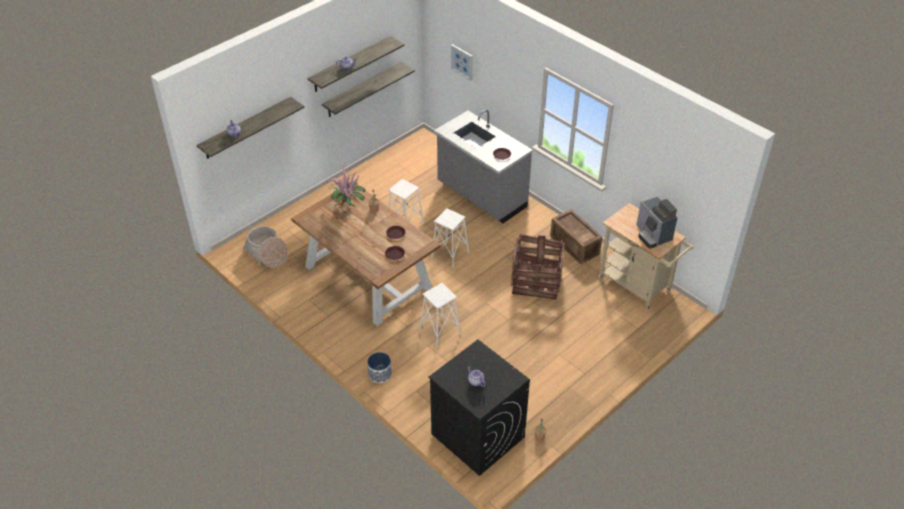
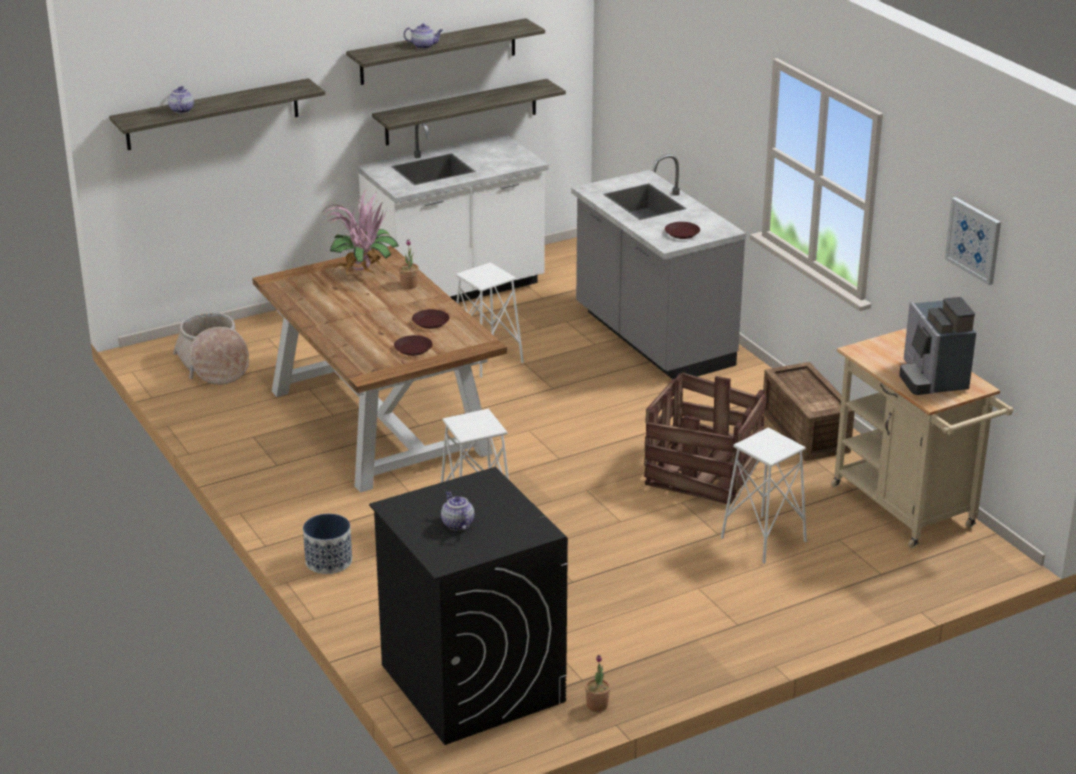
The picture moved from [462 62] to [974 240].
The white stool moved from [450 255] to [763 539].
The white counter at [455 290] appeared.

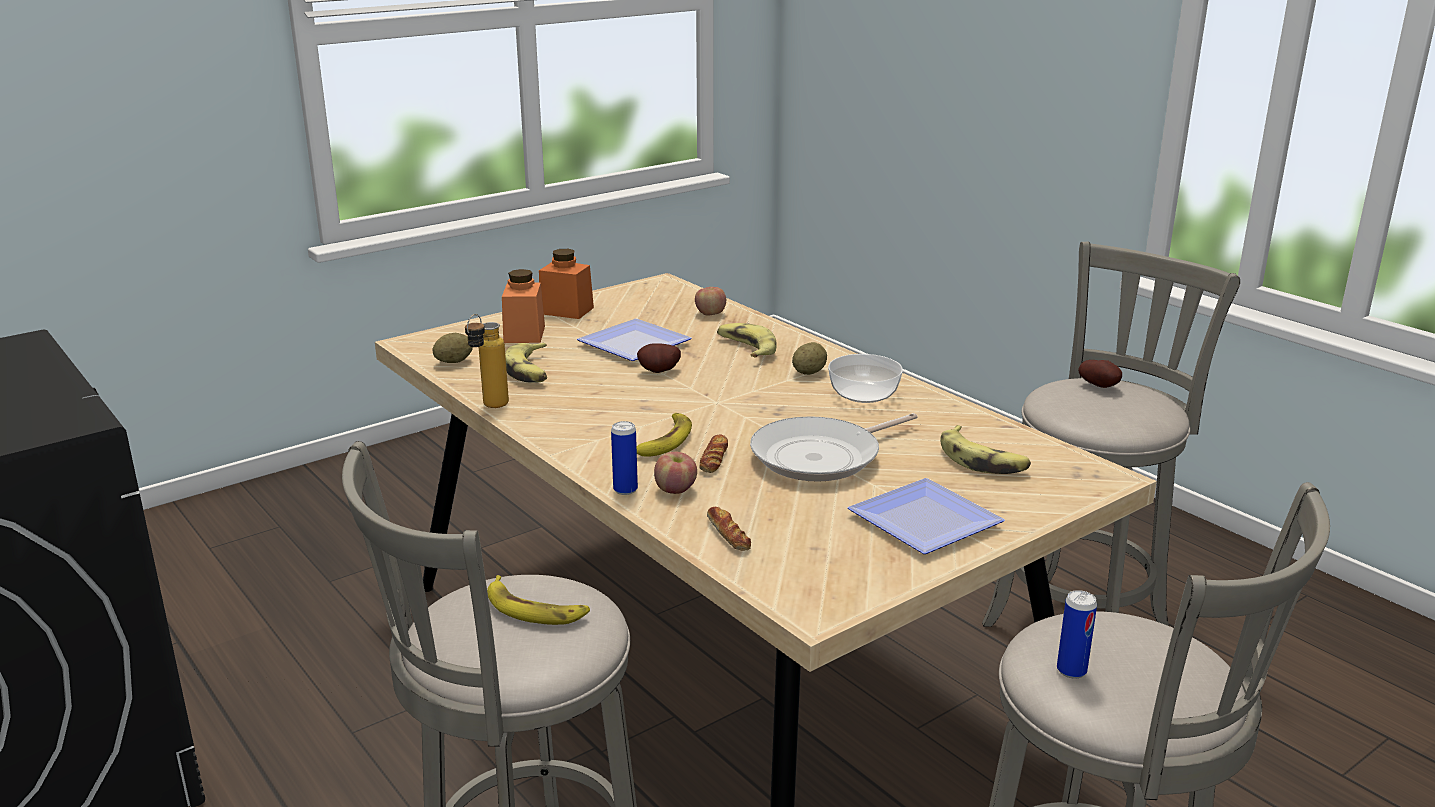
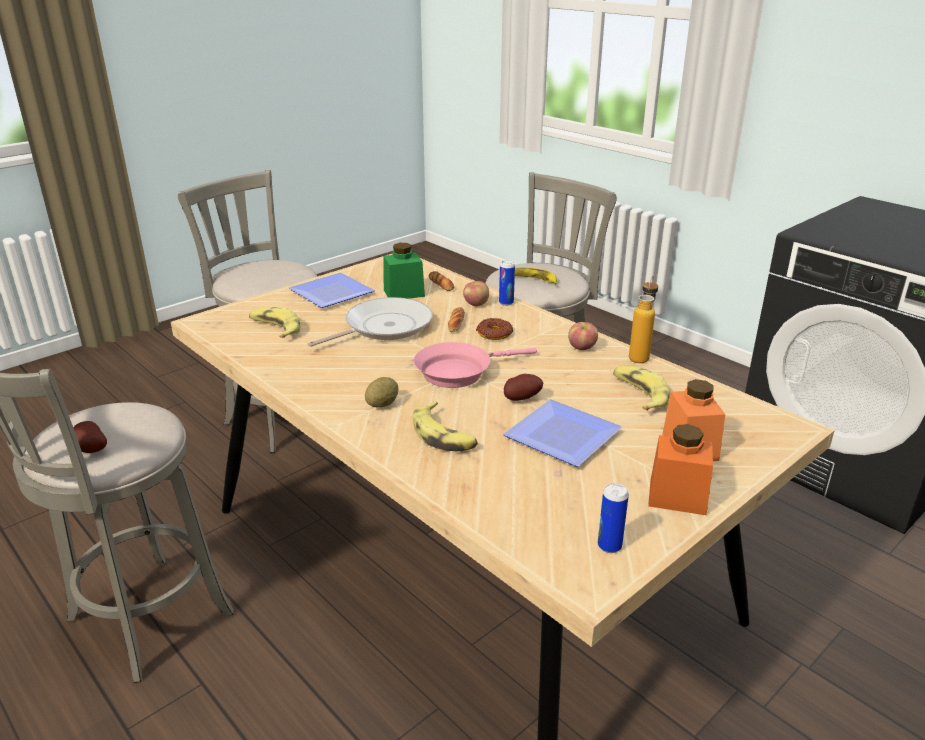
The apple moved from [710 314] to [582 347].
The potato at [454 362] disappeared.
The bowl at [865 394] disappeared.
The banana at [663 441] was replaced by the donut at [494 334].
The can moved from [1071 671] to [609 546].
The green jar at [404 293] appeared.
The pink frying pan at [459 372] appeared.

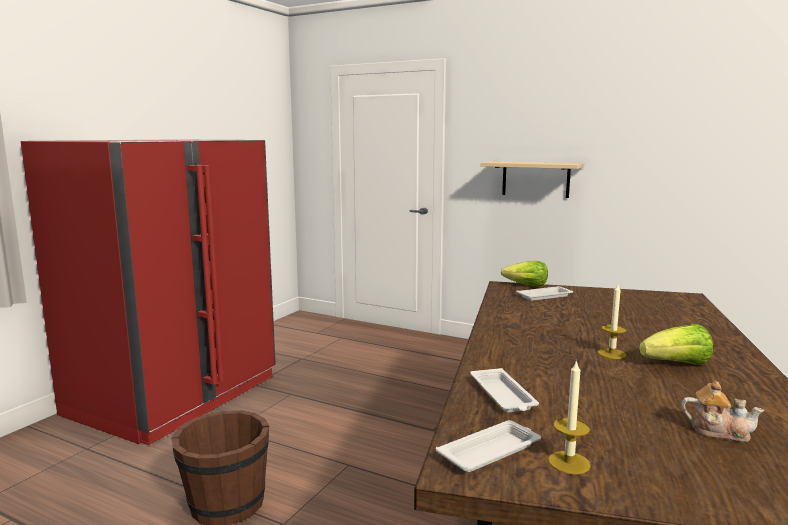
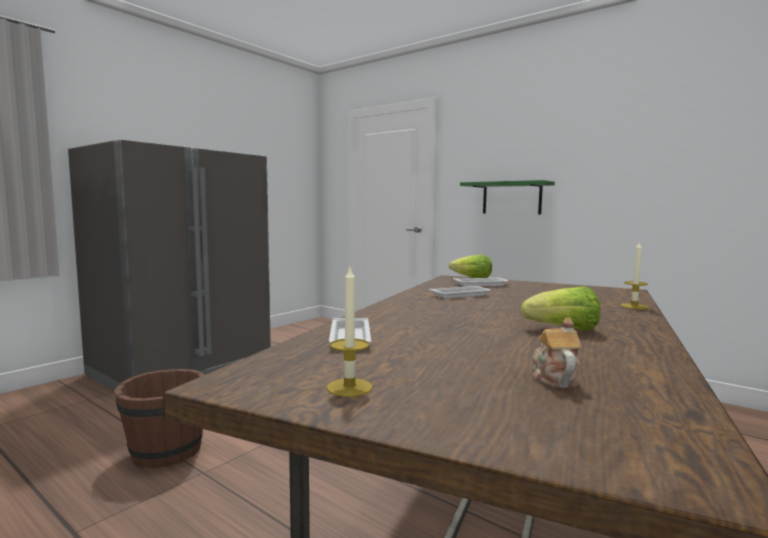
The red fridge at [175 396] became the grey fridge at [183 368].
The beige shelf at [535 179] became the green shelf at [511 198].
The candle moved from [611 354] to [634 306].
The teapot at [718 431] turned 120 degrees counterclockwise.
The white tray moved from [491 451] to [461 295].

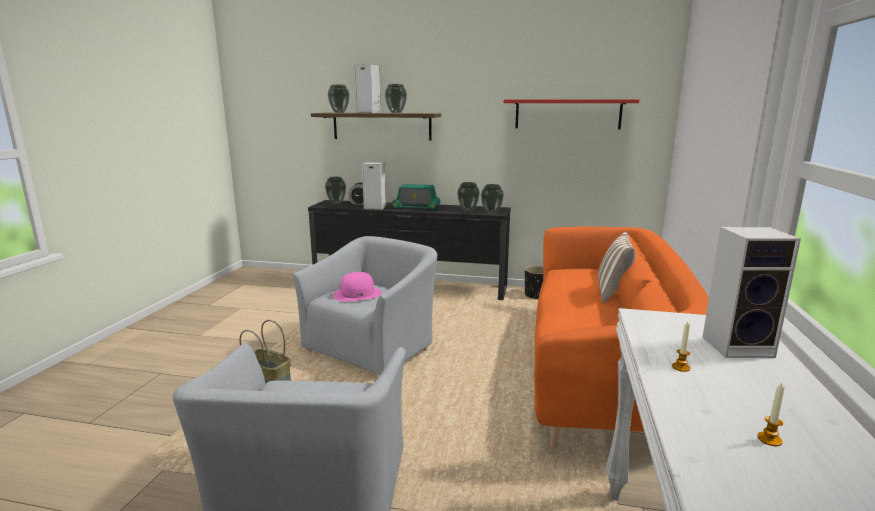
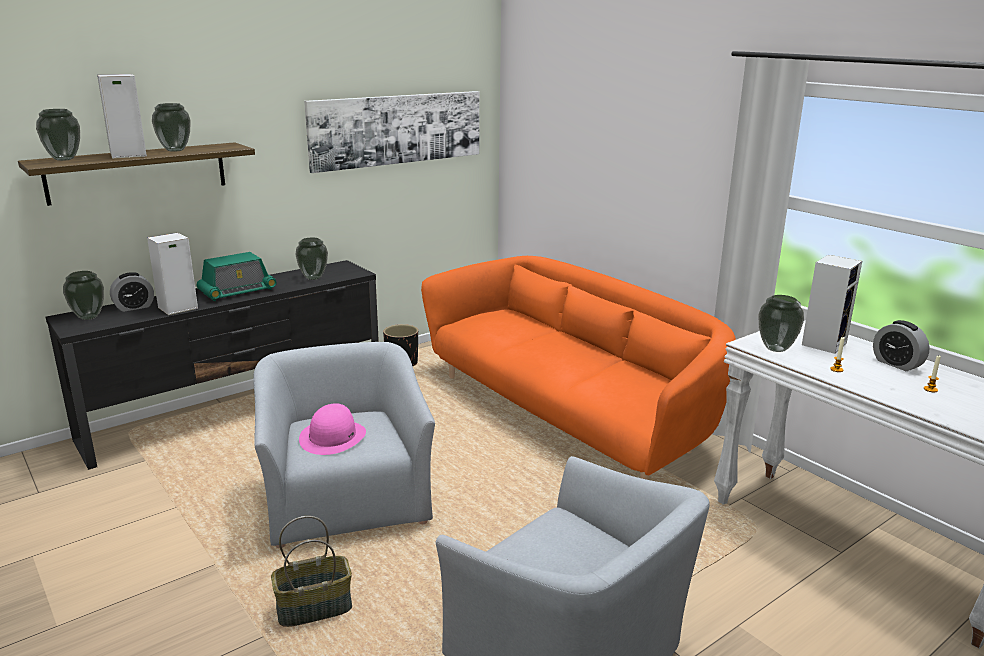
The red shelf at [567 114] was replaced by the picture at [397 129].
The vase moved from [491 213] to [775 349].
The pillow at [613 293] disappeared.
The alarm clock at [896 364] appeared.

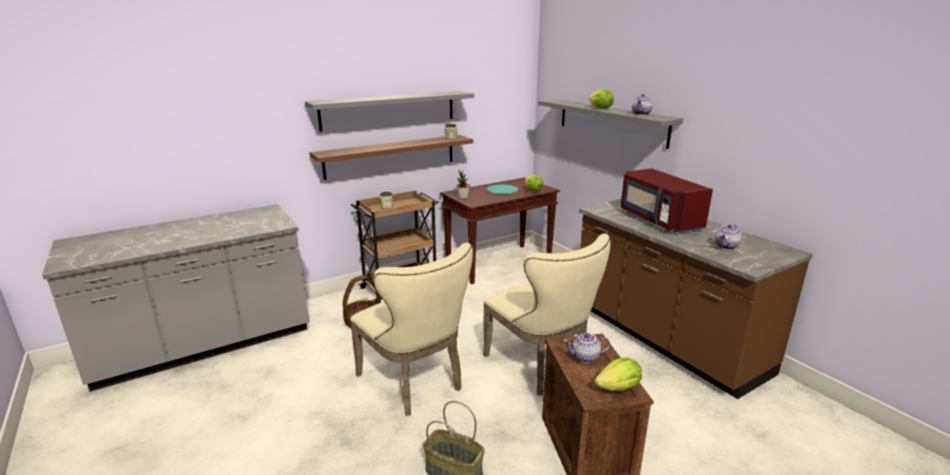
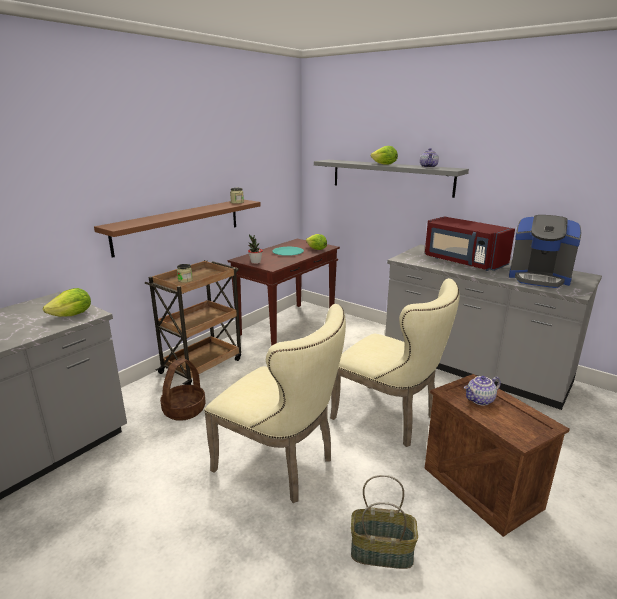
The grey shelf at [389 110] disappeared.
The brown counter at [664 339] became the grey counter at [473 369].
The teapot at [726 247] was replaced by the coffee machine at [539 278].
The lettuce moved from [619 388] to [72 315].

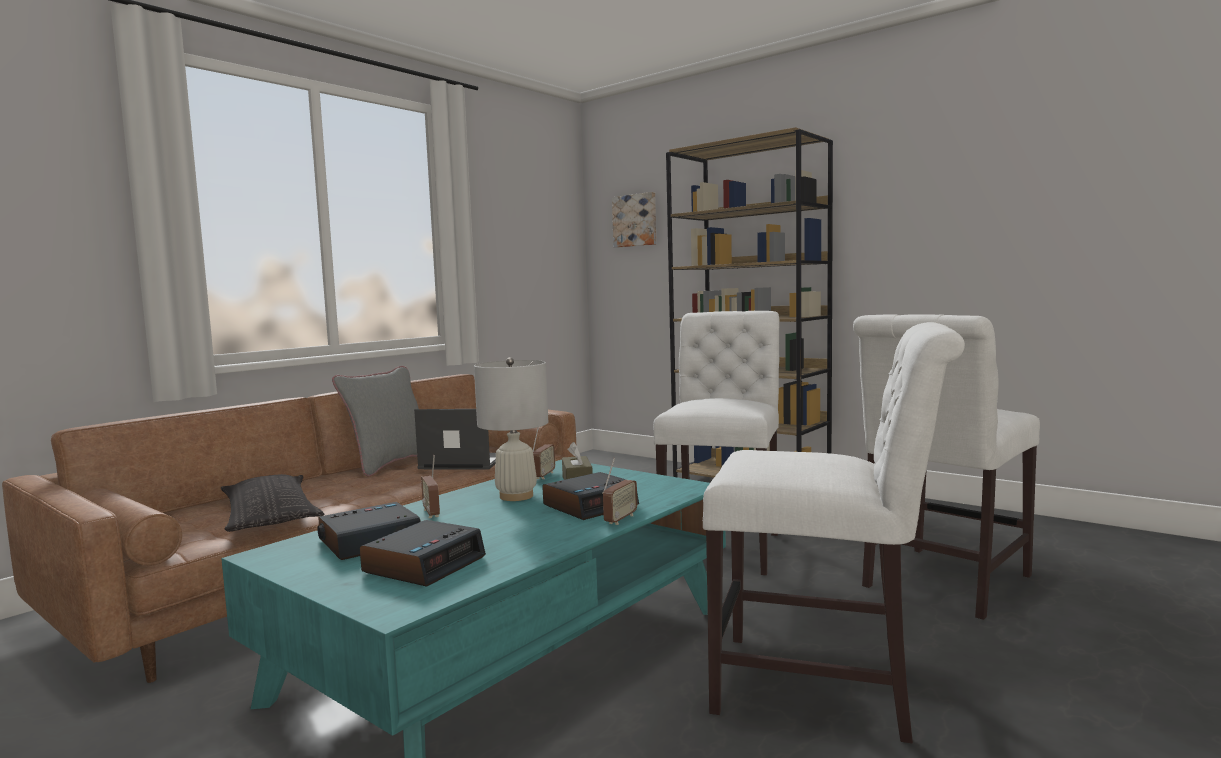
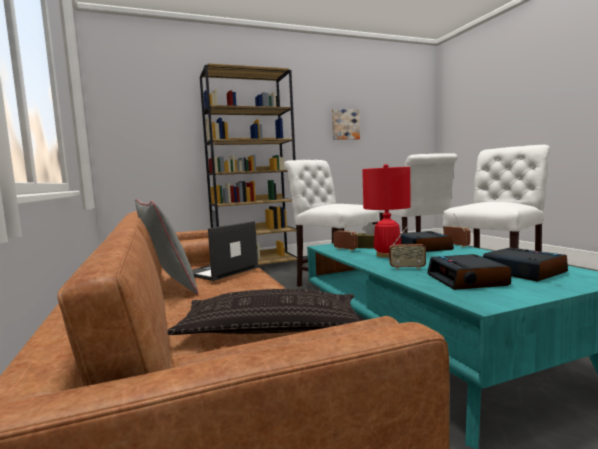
The picture moved from [635 220] to [345 124].
The white table lamp at [516 496] became the red table lamp at [387 255].

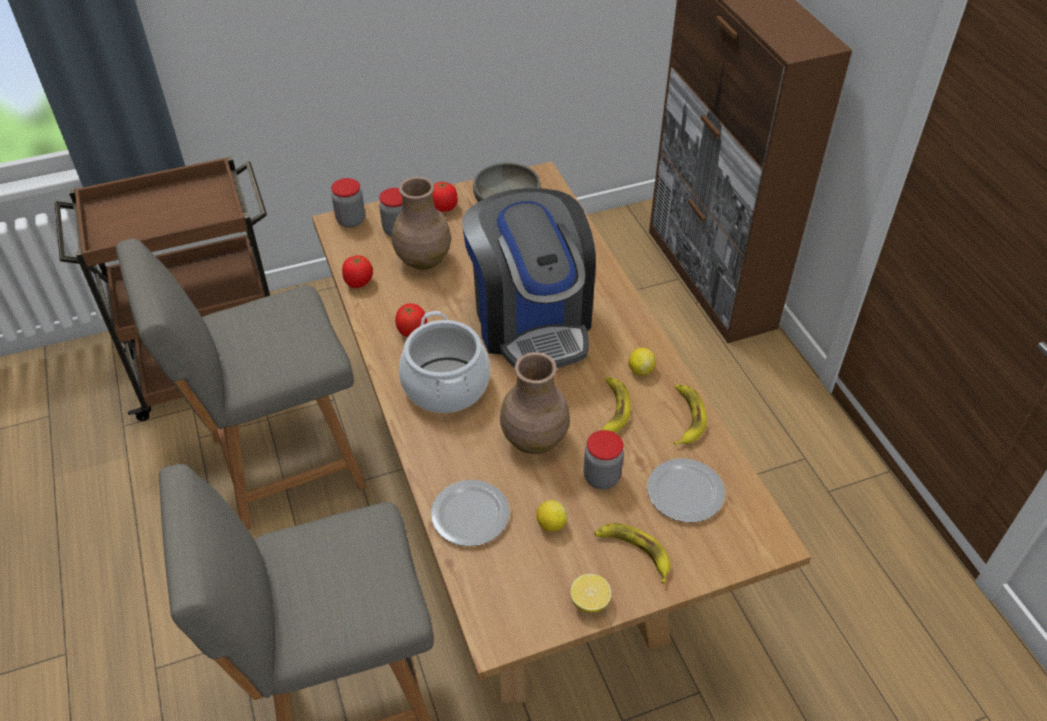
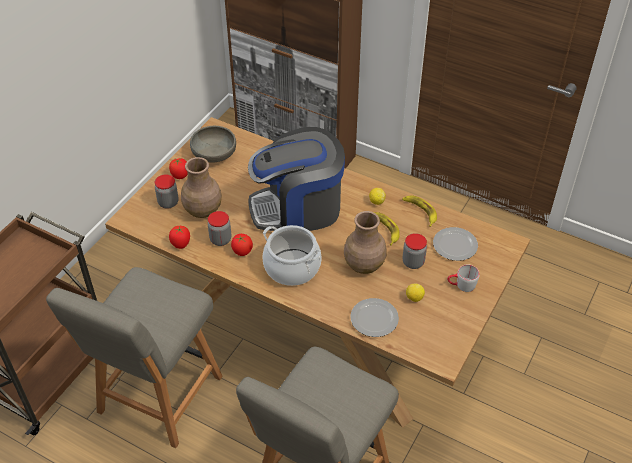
The jar moved from [351 220] to [220 240].
The coffee machine at [531 321] turned 135 degrees clockwise.
The banana at [634 552] was replaced by the grey mug at [461 285].
The lemon at [590 601] disappeared.

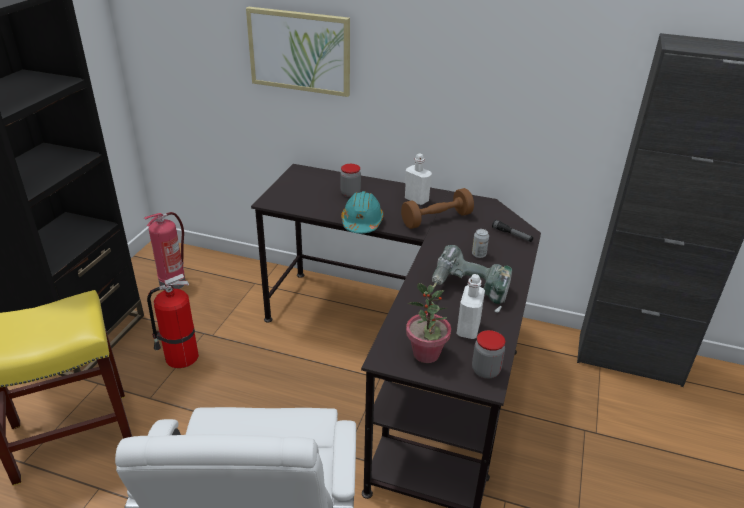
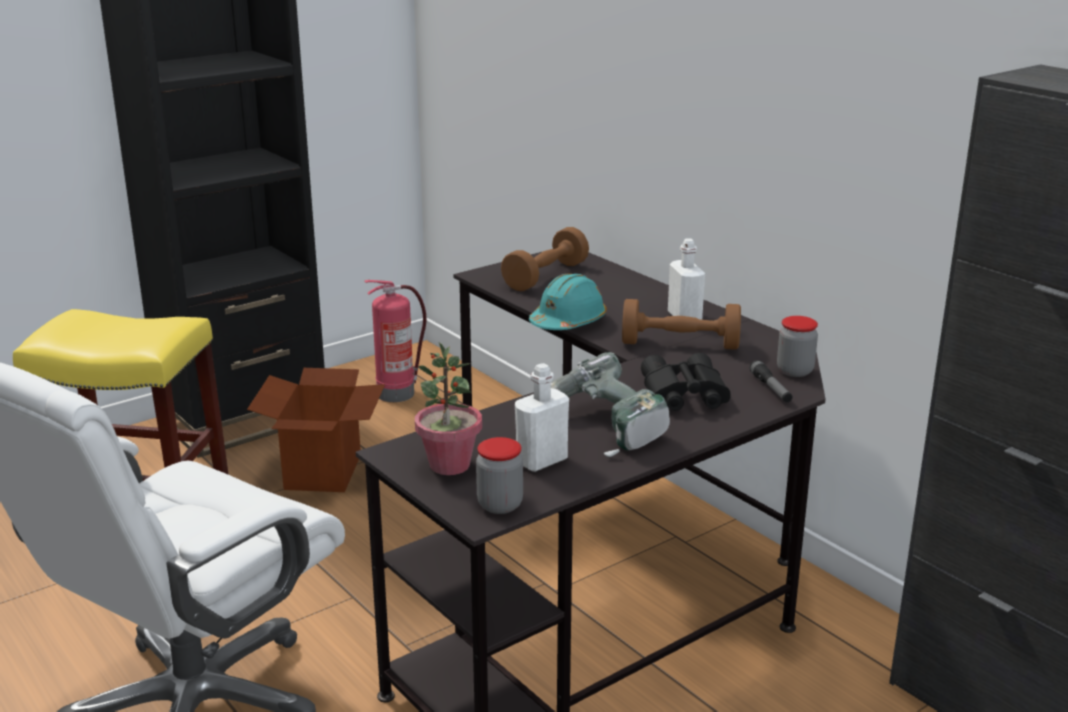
The picture at [299 51] disappeared.
The jar moved from [350 193] to [795 371].
The can at [479 254] was replaced by the black binoculars at [682 395].
The fire extinguisher at [180 357] was replaced by the cardboard box at [323 472].
The brown dumbbell at [545 276] appeared.

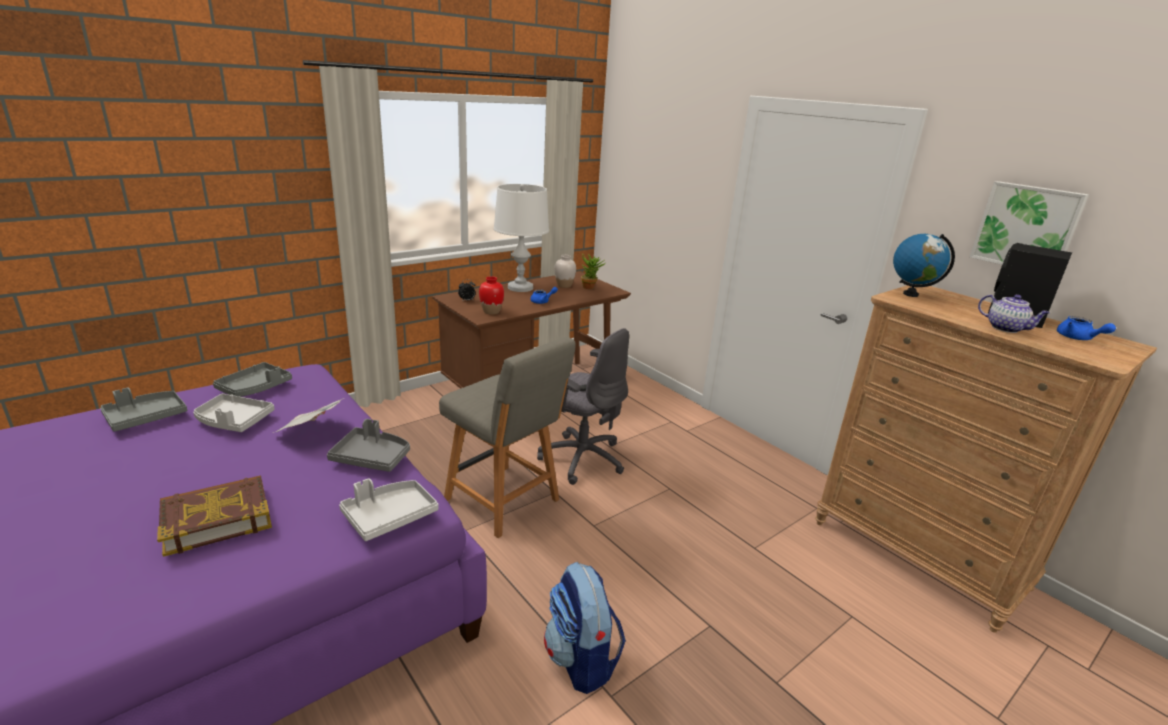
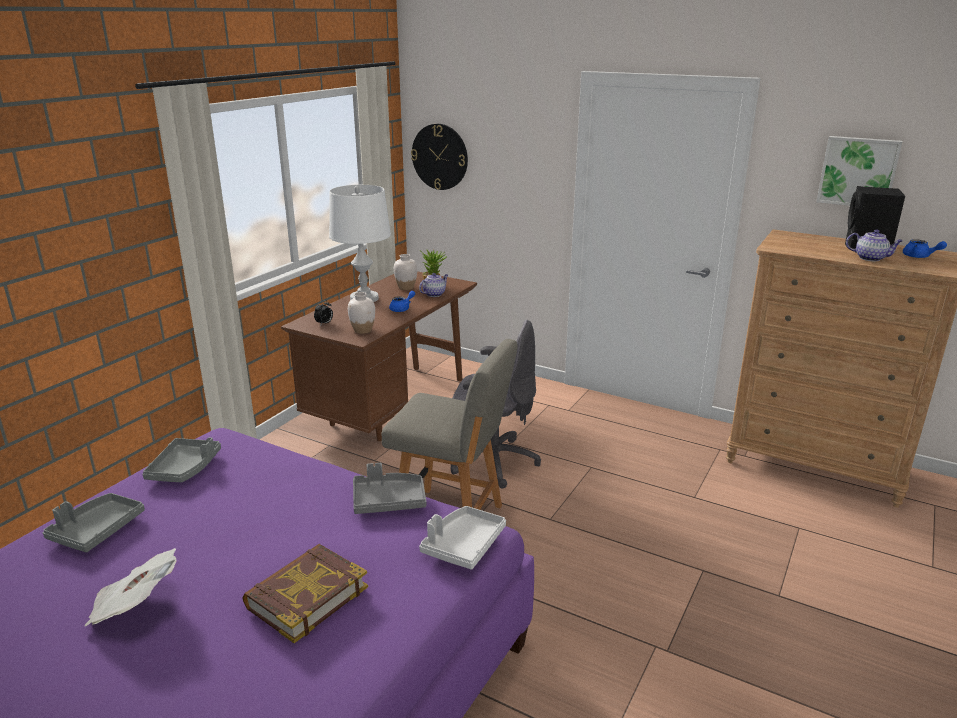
The globe at [910 294] disappeared.
The red vase at [491 312] became the white vase at [363 330].
The grey tray at [233 421] disappeared.
The newspaper moved from [312 431] to [135 606].
The backpack at [581 660] disappeared.
The wall clock at [440 157] appeared.
The teapot at [434 294] appeared.

